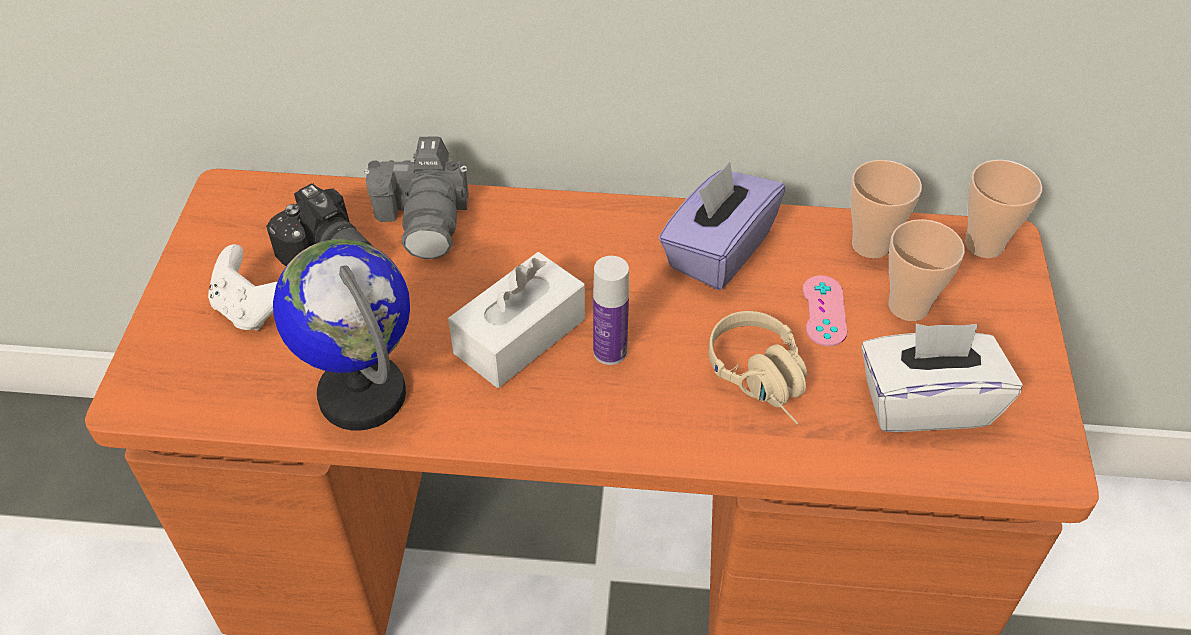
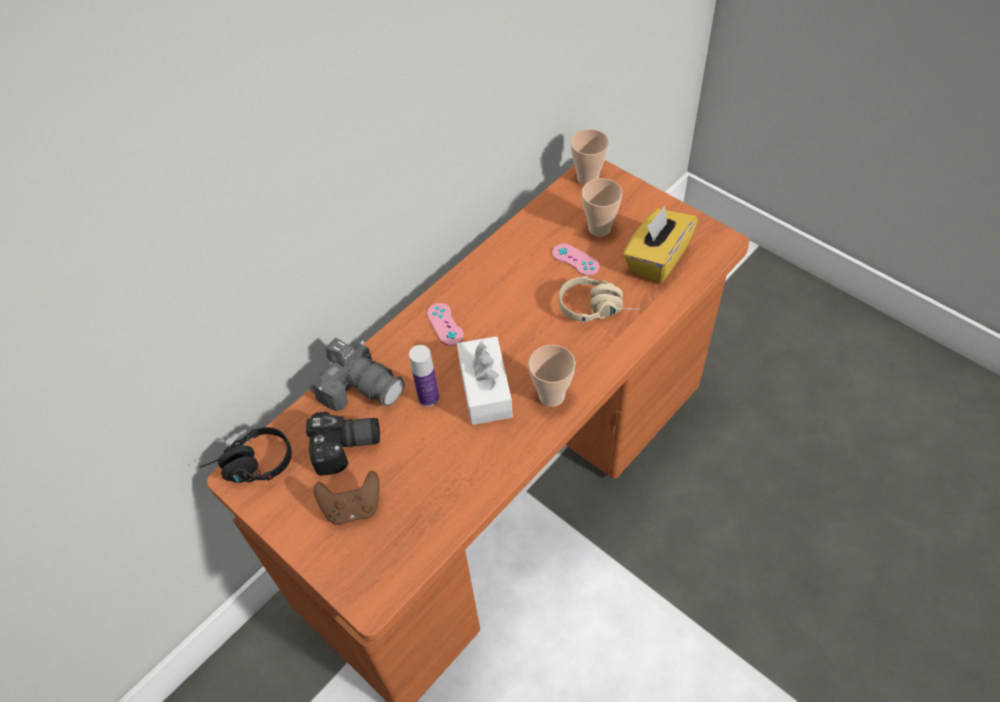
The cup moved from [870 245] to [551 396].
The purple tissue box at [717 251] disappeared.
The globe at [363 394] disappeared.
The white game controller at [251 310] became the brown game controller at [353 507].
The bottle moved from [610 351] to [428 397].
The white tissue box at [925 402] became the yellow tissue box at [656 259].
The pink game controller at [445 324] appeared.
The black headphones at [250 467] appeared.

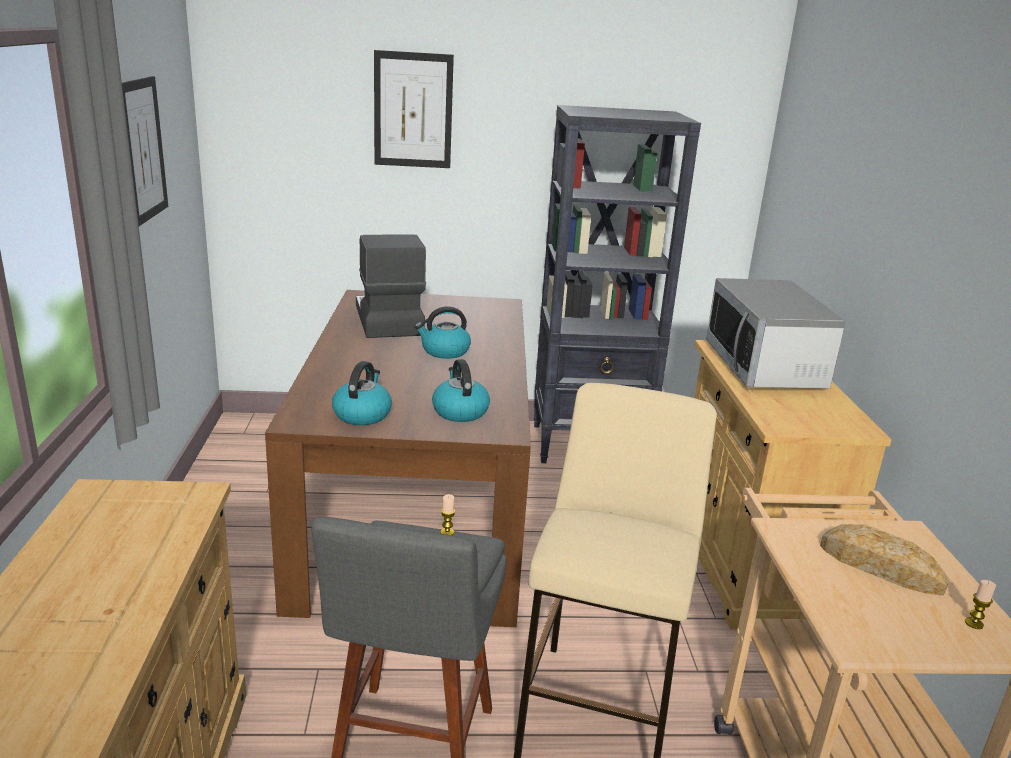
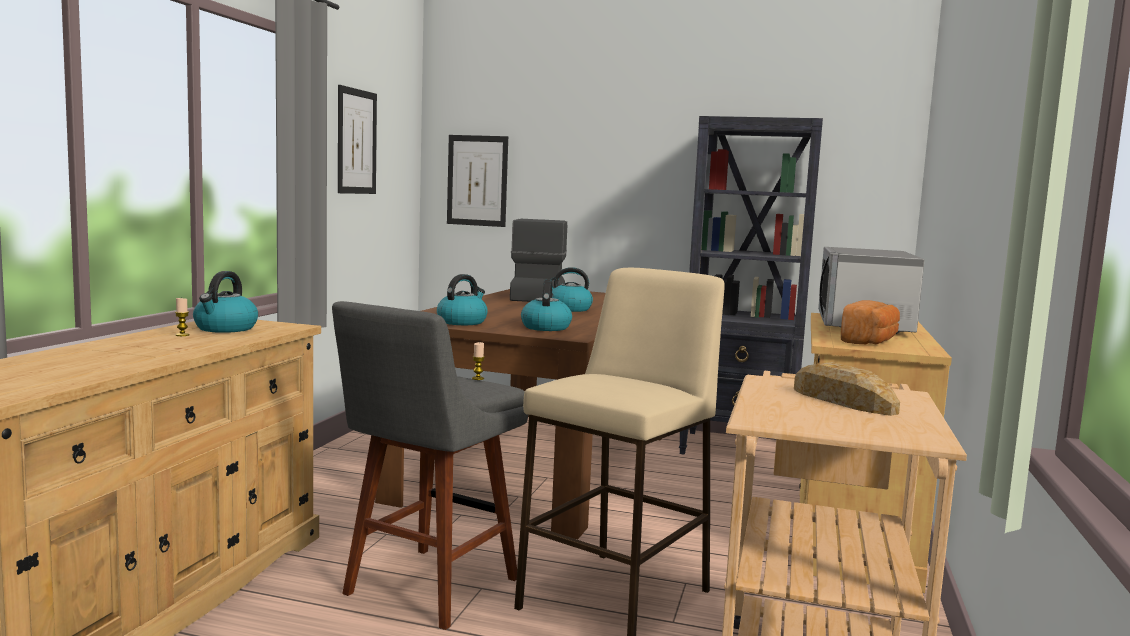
The picture moved from [413 110] to [477 180].
The candle moved from [974 623] to [182 335].
The kettle at [225 328] appeared.
The bread at [870 341] appeared.

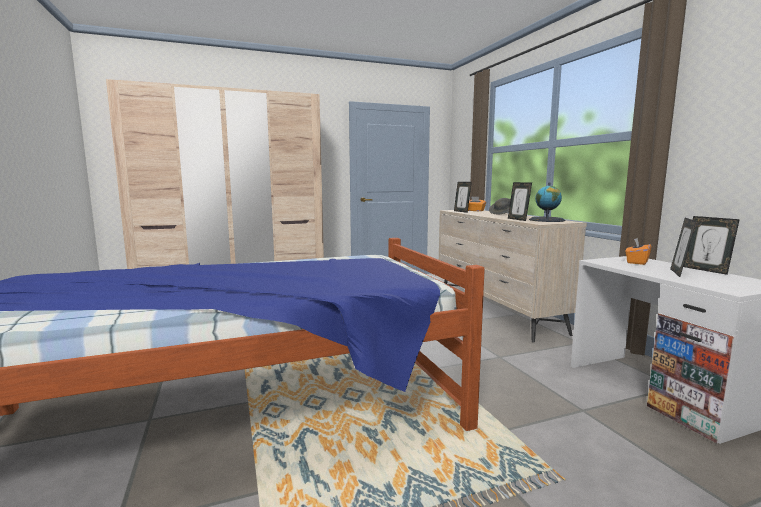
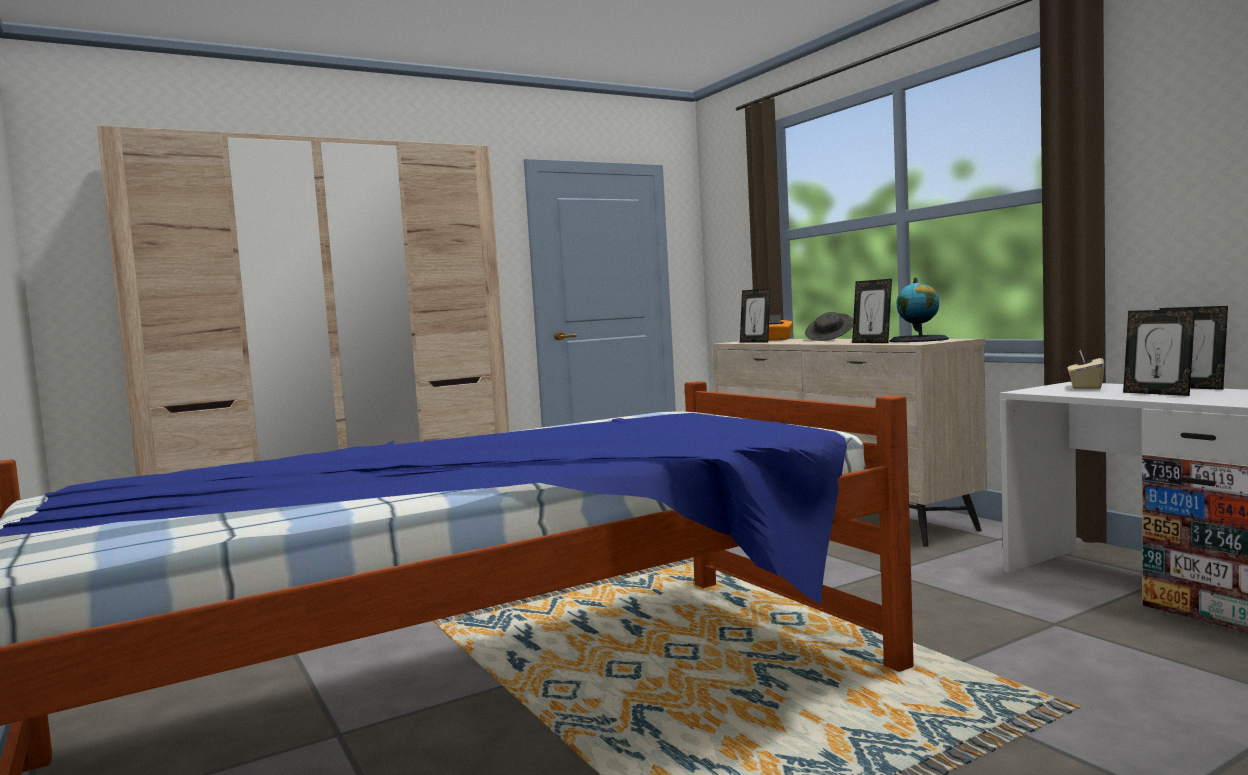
The picture frame at [679 273] turned 45 degrees counterclockwise.
The orange tissue box at [636 262] became the beige tissue box at [1085 387].

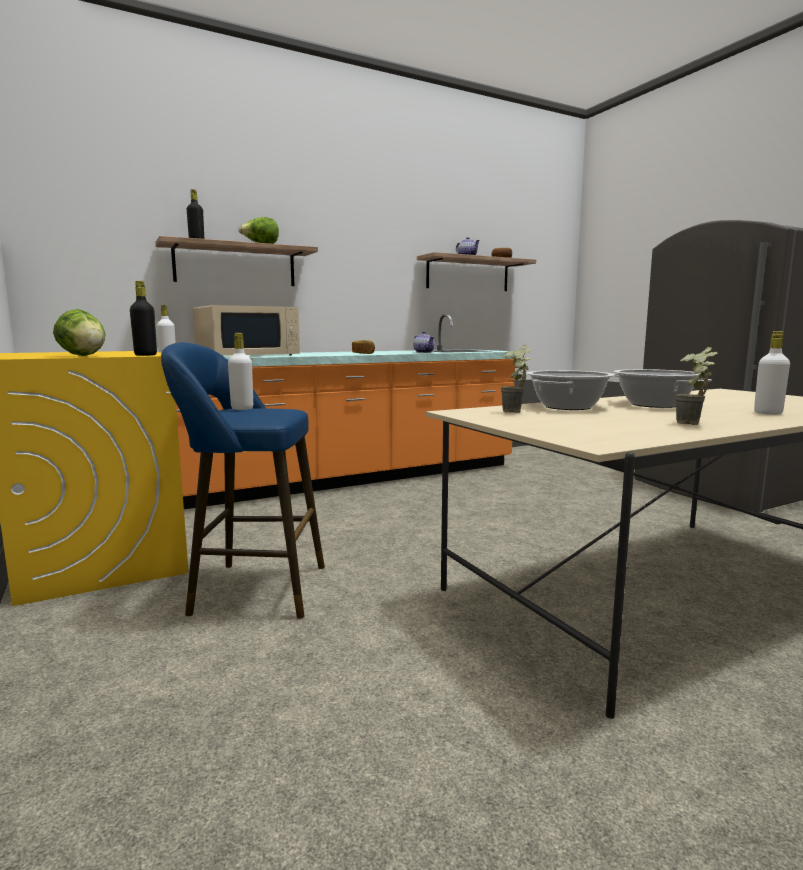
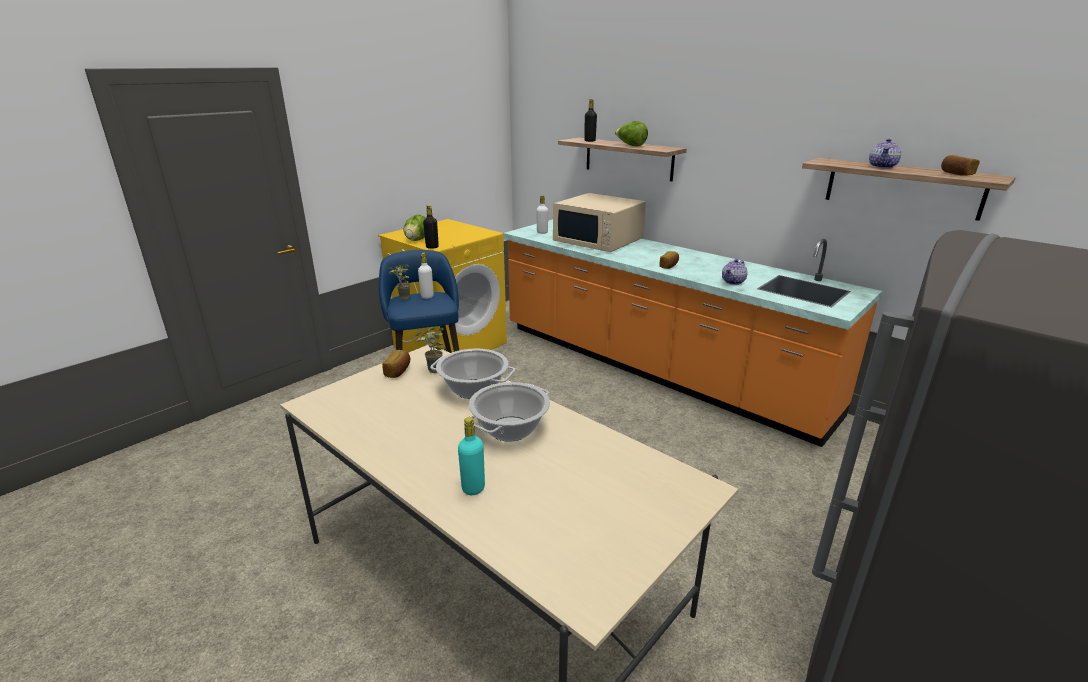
The white bottle at [768 413] became the turquoise bottle at [473 488].
The potted plant moved from [693 424] to [402 299].
The bread at [398 371] appeared.

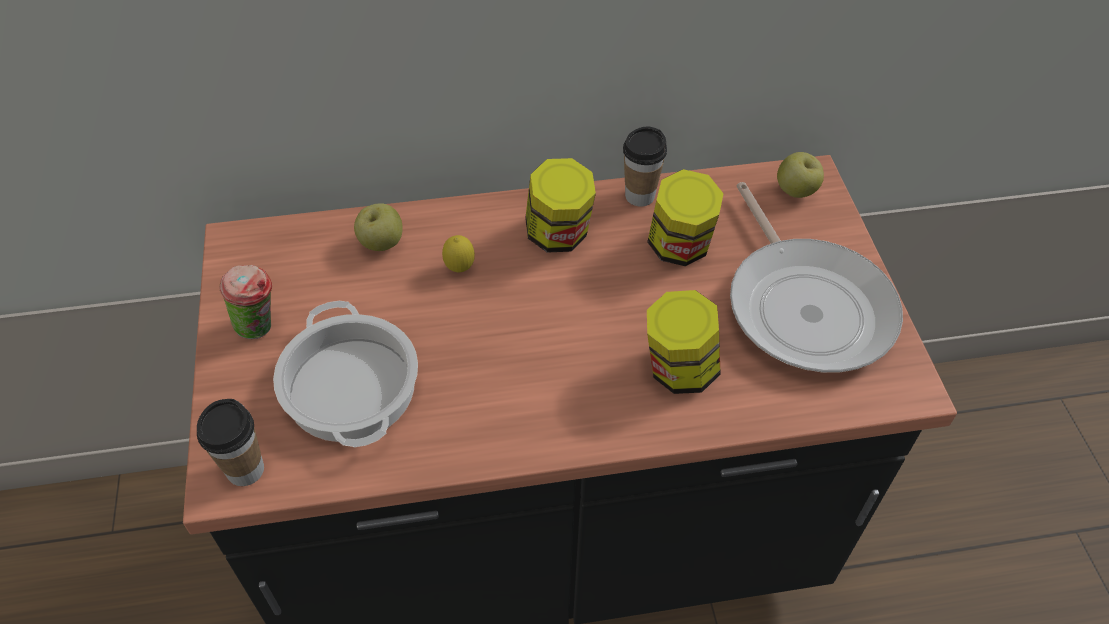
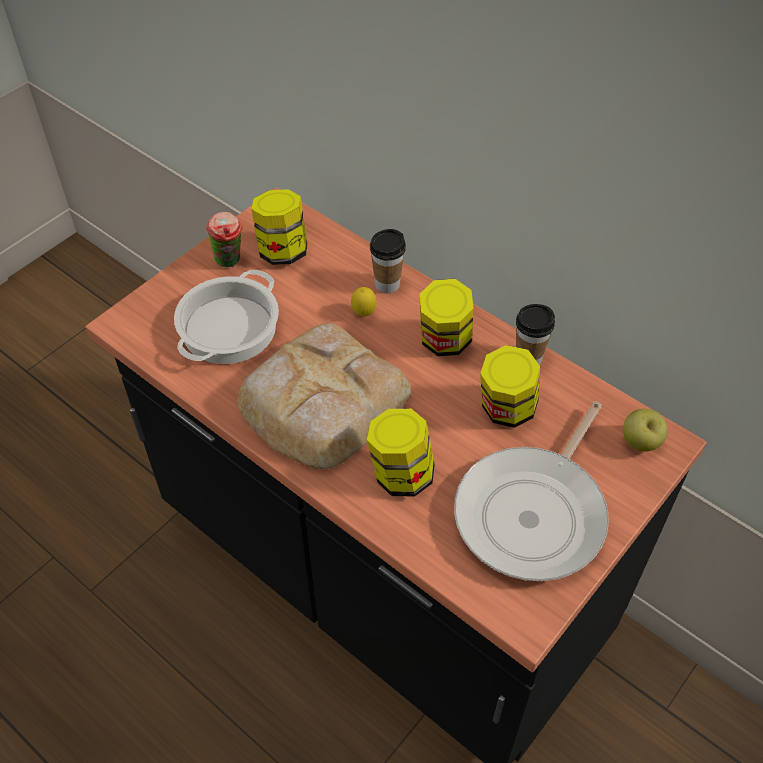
The apple at [381 244] disappeared.
The cup moved from [245 470] to [387 284].
The jar at [282 251] appeared.
The bread at [320 402] appeared.

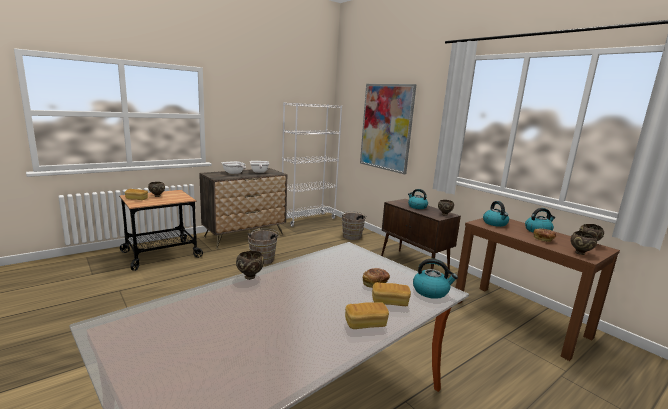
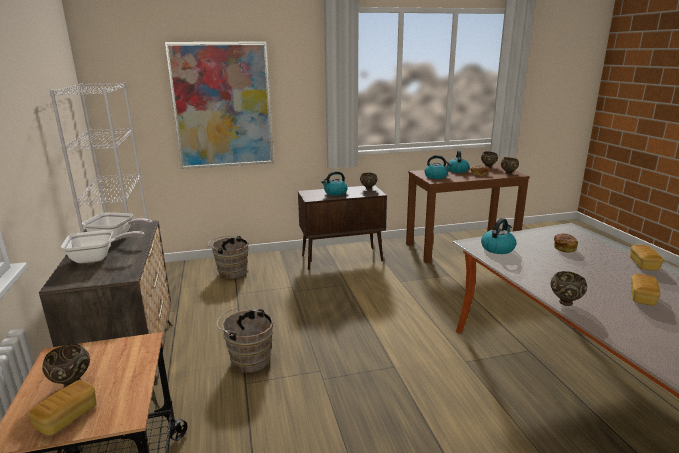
The kettle moved from [431 291] to [497 248].
The bread moved from [390 302] to [642 297].

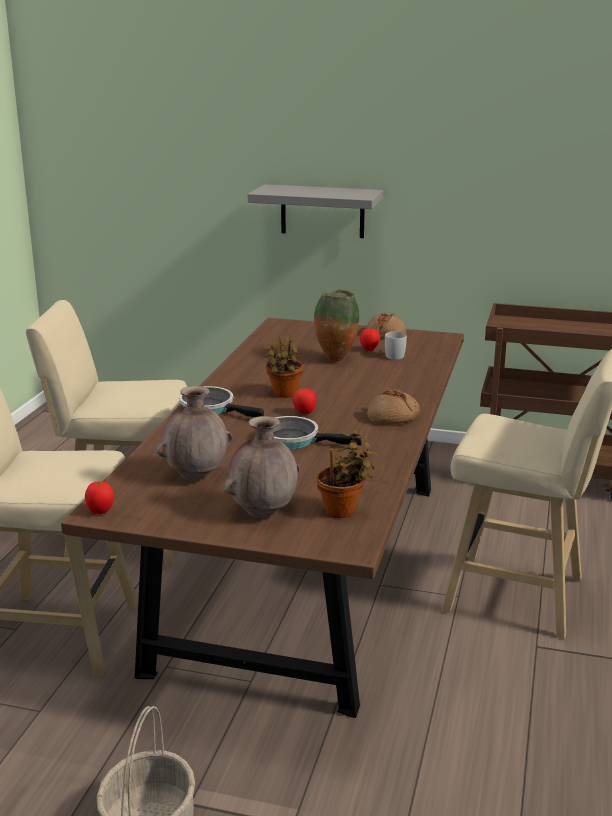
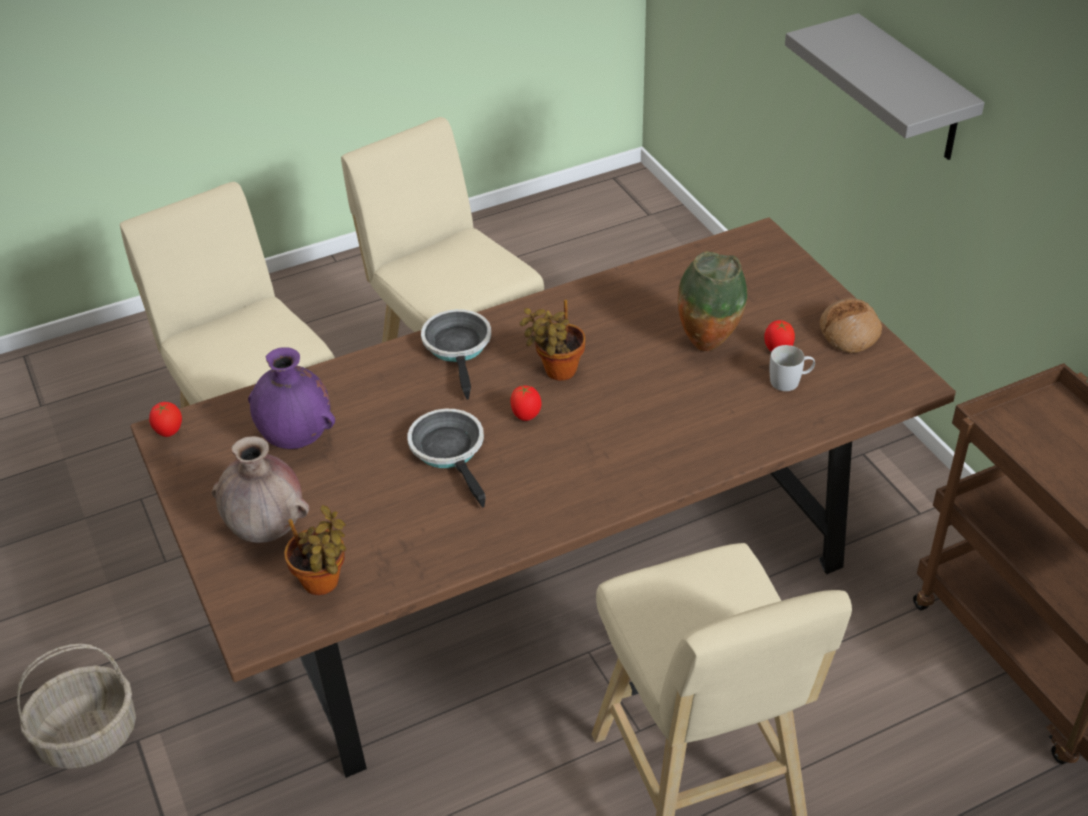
The brown vase at [196 475] became the purple vase at [297 440].
The bread at [393 417] disappeared.

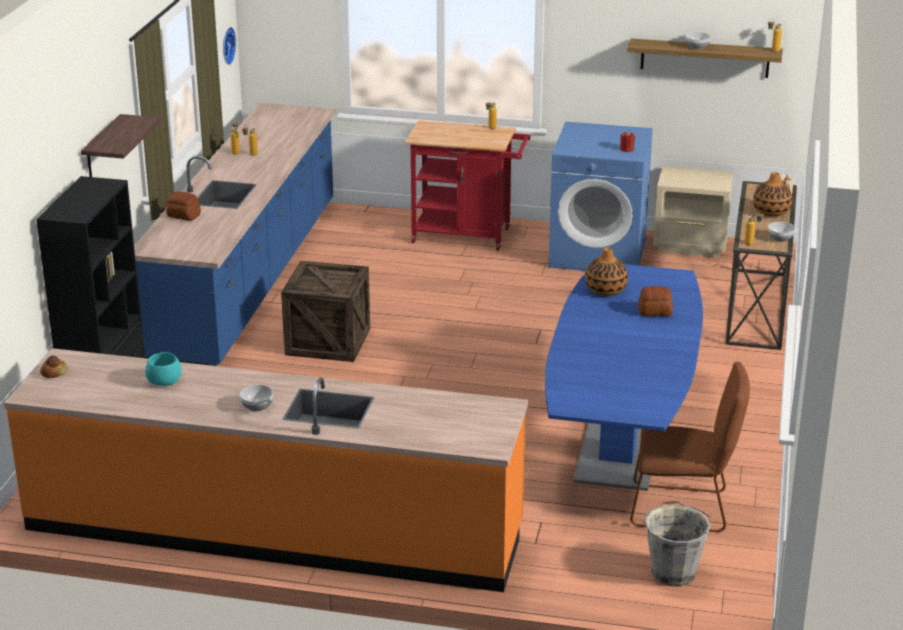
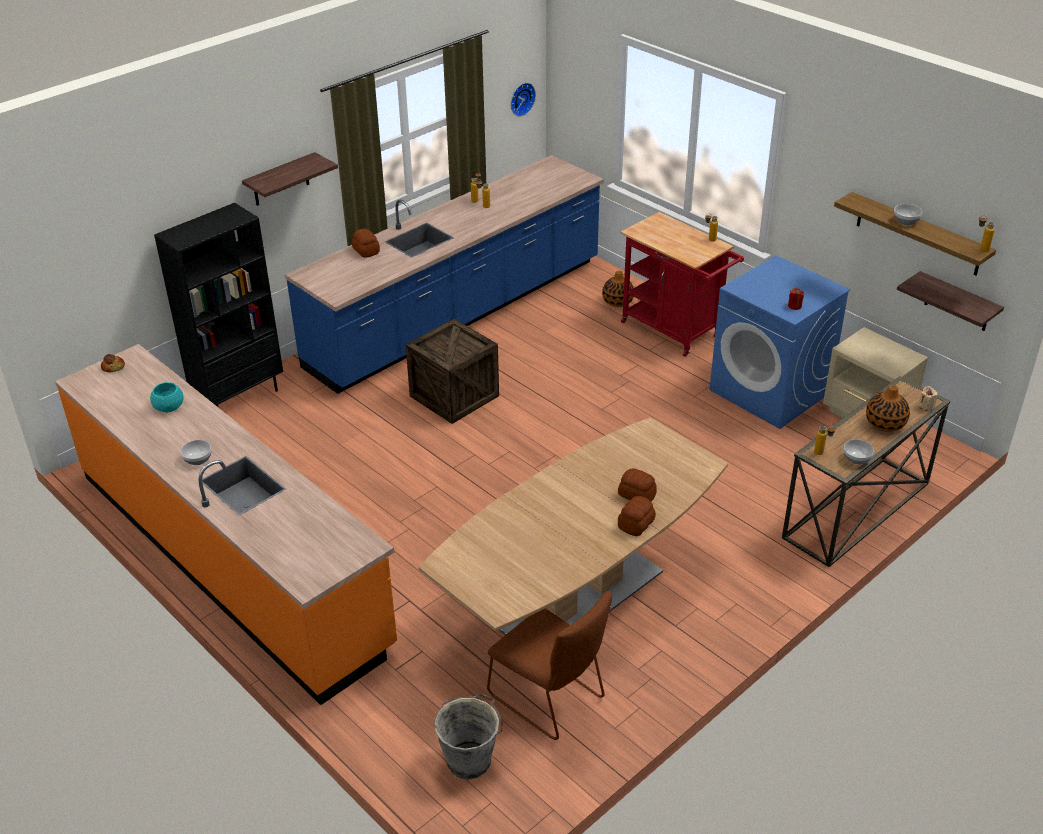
The vase moved from [605 290] to [617 301].
The blue dining table at [620 438] became the brown dining table at [577 597].
The shelf at [957 302] appeared.
The bread at [636 524] appeared.

